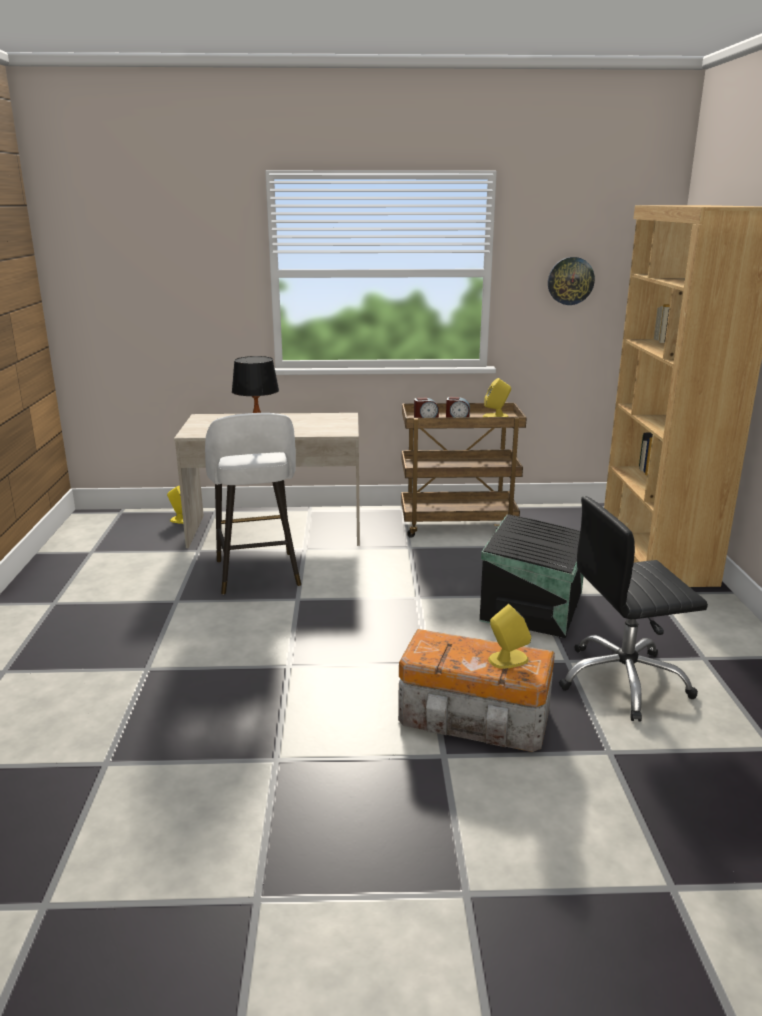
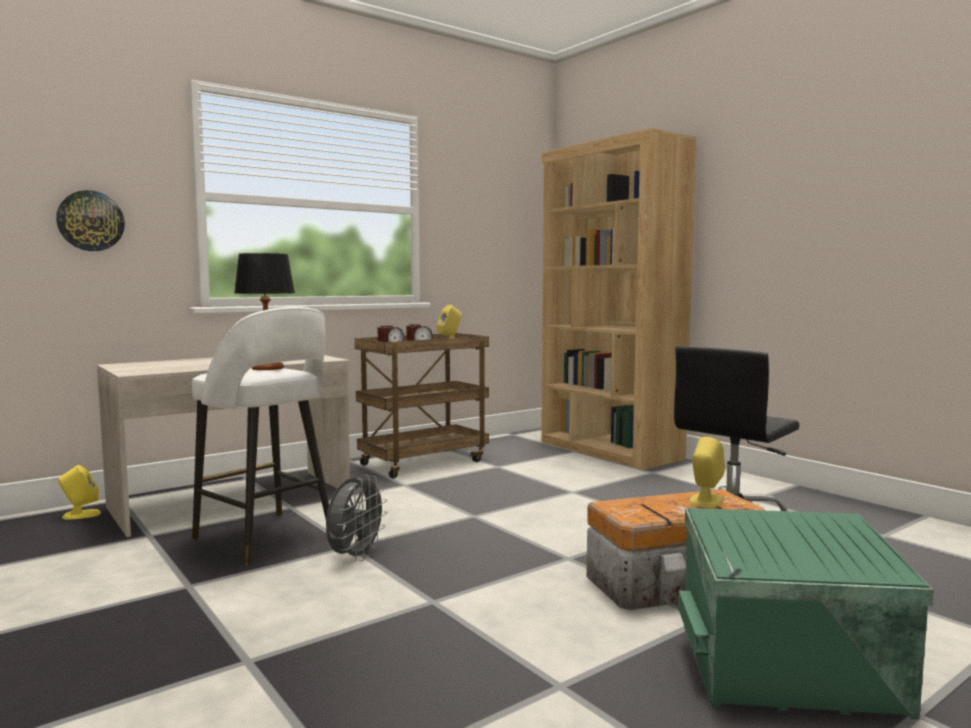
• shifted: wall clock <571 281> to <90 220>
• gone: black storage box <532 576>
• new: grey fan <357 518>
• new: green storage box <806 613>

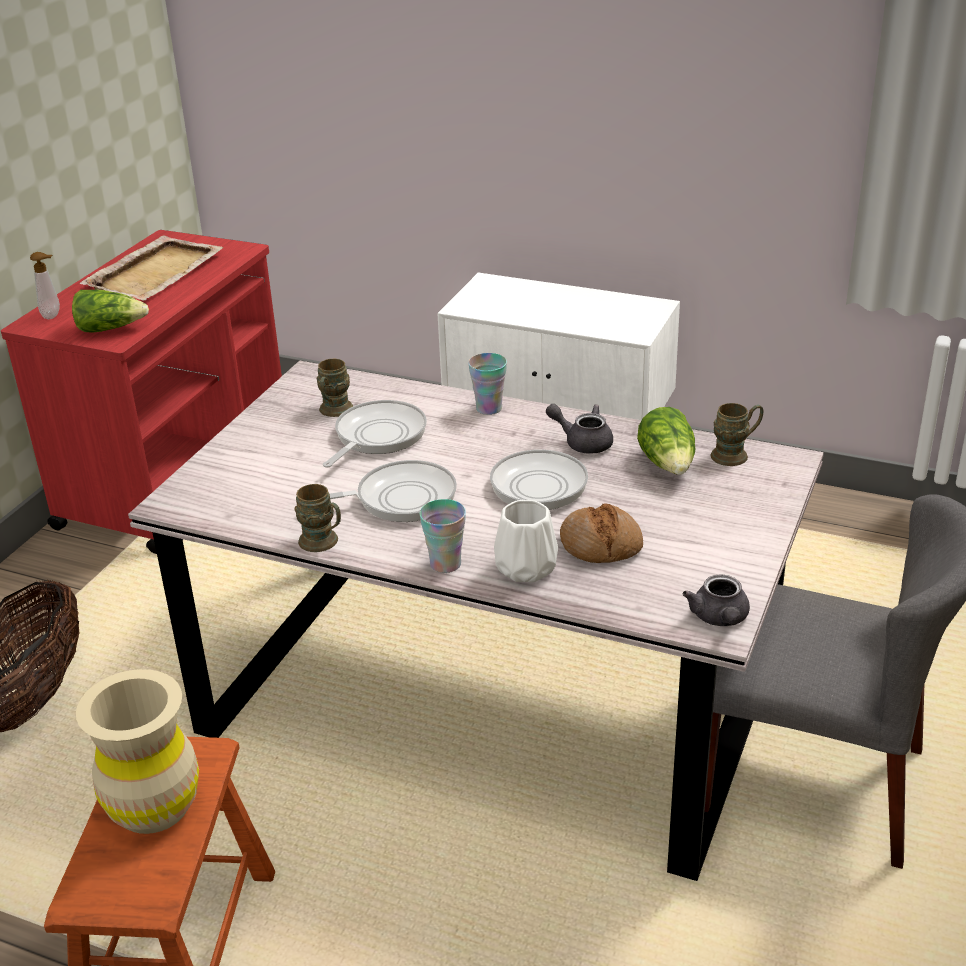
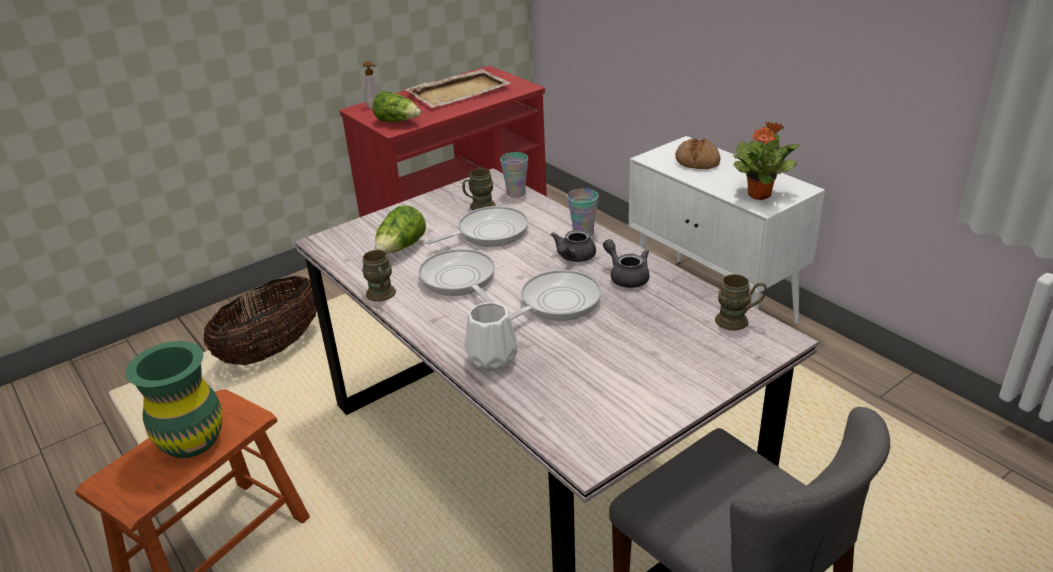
• shifted: lettuce <666 441> to <400 229>
• rotated: frying pan <393 491> = <456 276> 135 degrees counterclockwise
• shifted: cup <442 536> to <514 175>
• shifted: bread <601 533> to <698 153>
• shifted: grey teapot <716 600> to <573 246>
• repainted: beige vase <137 751> to green vase <173 399>
• new: potted plant <766 161>

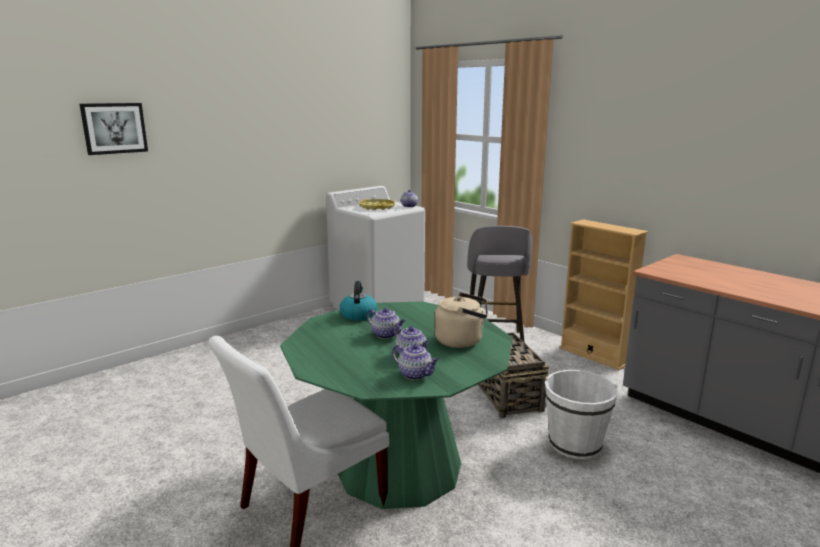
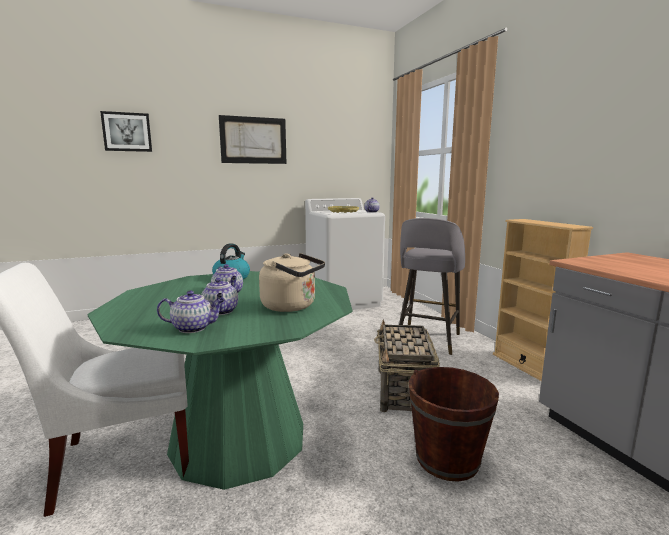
• rotated: teapot <415 362> = <191 312> 60 degrees counterclockwise
• repainted: white bucket <581 414> to brown bucket <454 424>
• new: picture <253 139>

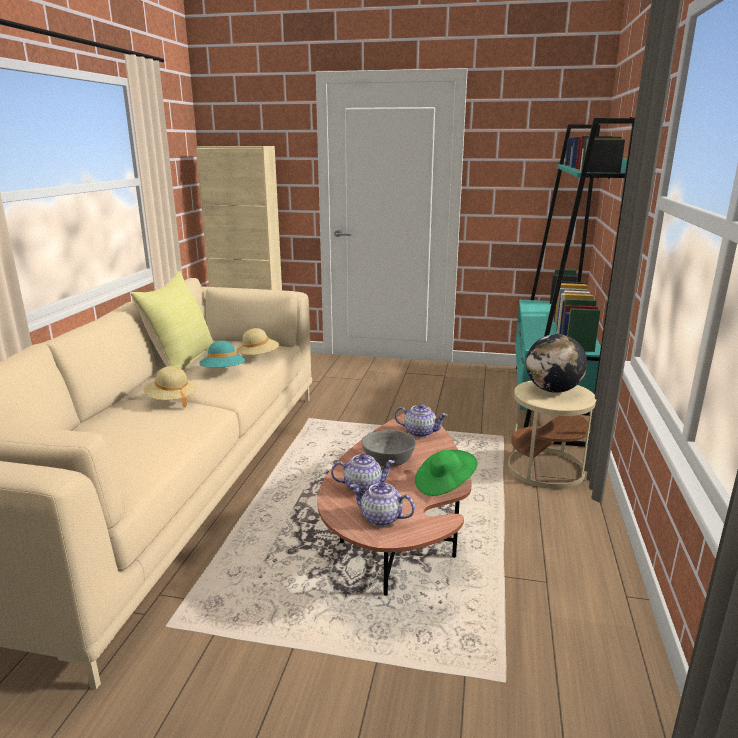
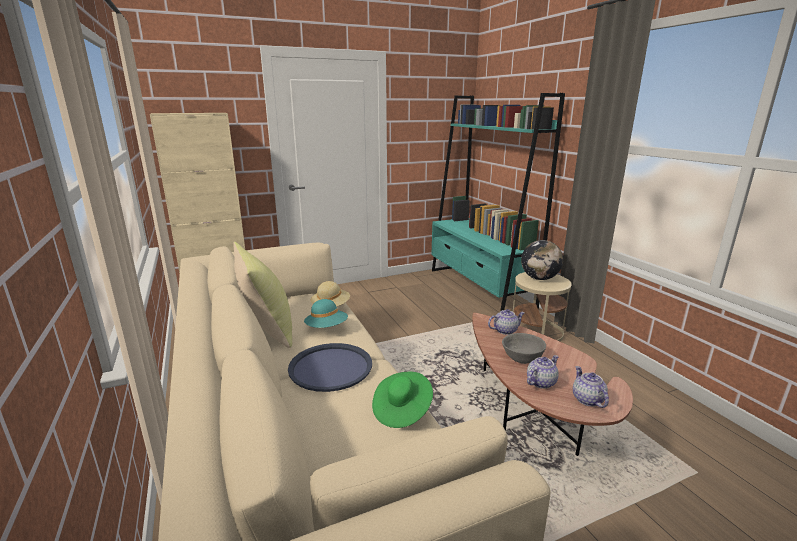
• swapped: beige hat <171 387> to blue tray <330 367>
• shifted: green hat <446 473> to <402 400>
• rotated: teapot <382 504> = <591 387> 90 degrees clockwise

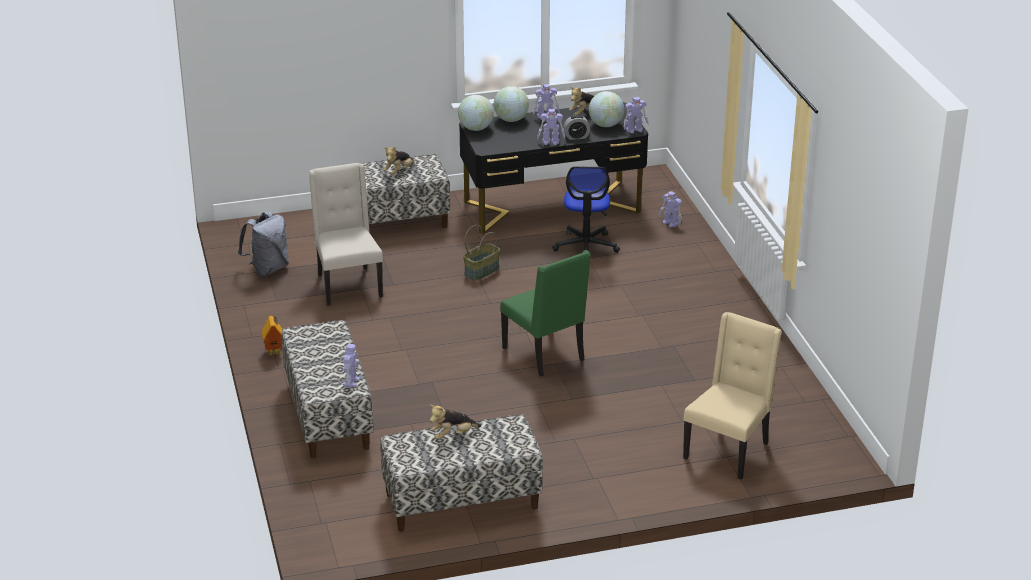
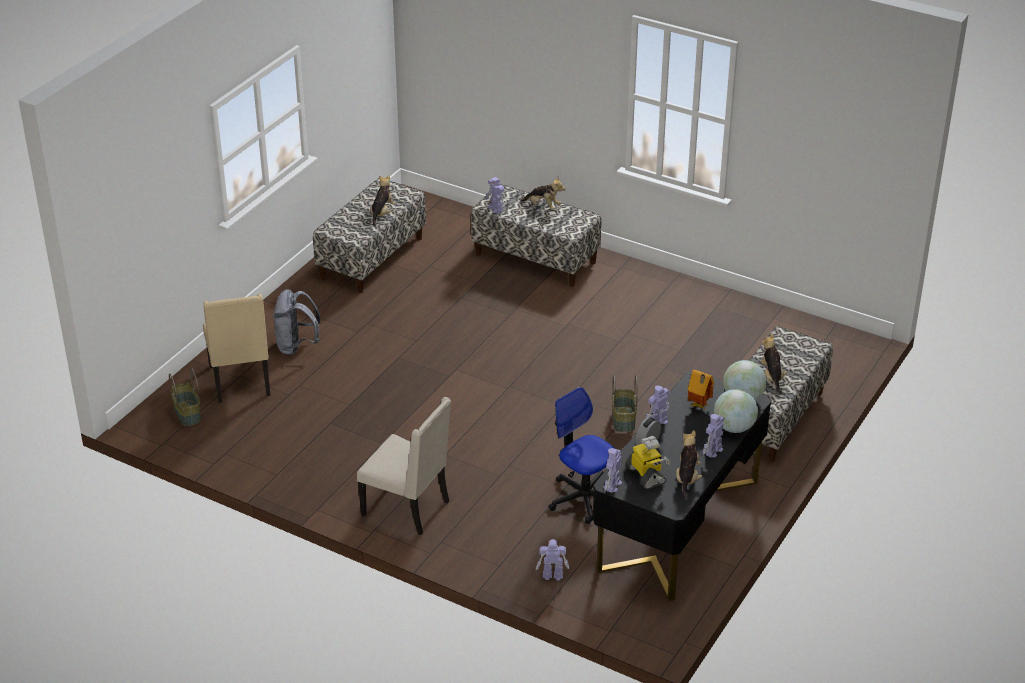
• swapped: globe <606 109> to toy robot <647 462>
• shifted: beige chair <346 234> to <404 466>
• shifted: grey backpack <263 244> to <297 322>
• gone: green chair <545 313>
• shifted: toy house <272 336> to <701 389>
• new: plush toy <542 193>
• new: basket <185 397>

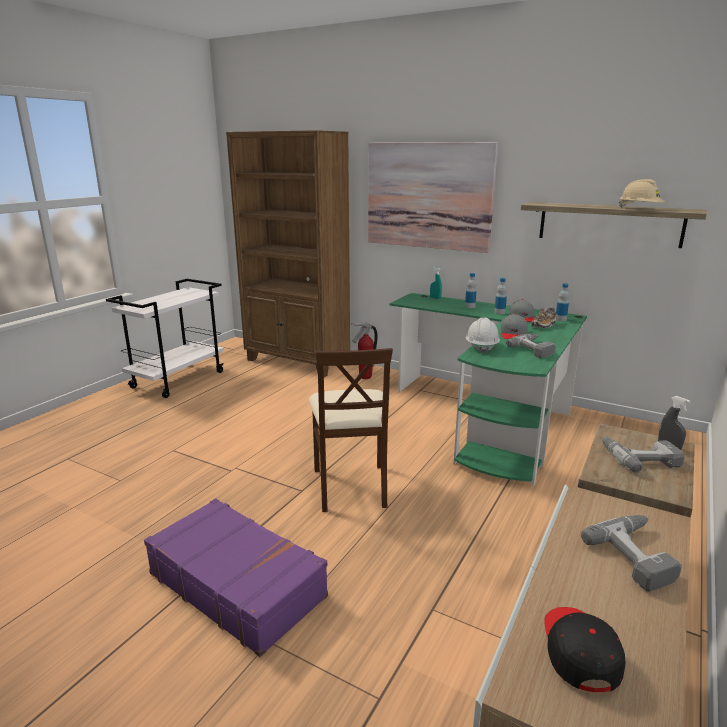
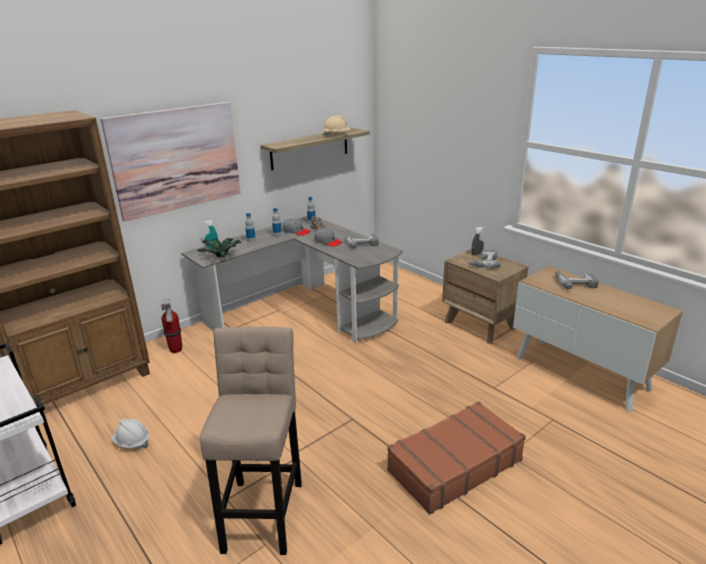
• repainted: green desk <488 389> to grey desk <292 279>
• shifted: white hard hat <483 335> to <130 434>
• gone: beige chair <351 430>
• repainted: purple suitcase <236 578> to brown suitcase <456 458>
• gone: black cap <584 649>
• new: potted plant <220 248>
• new: beige stool <251 441>

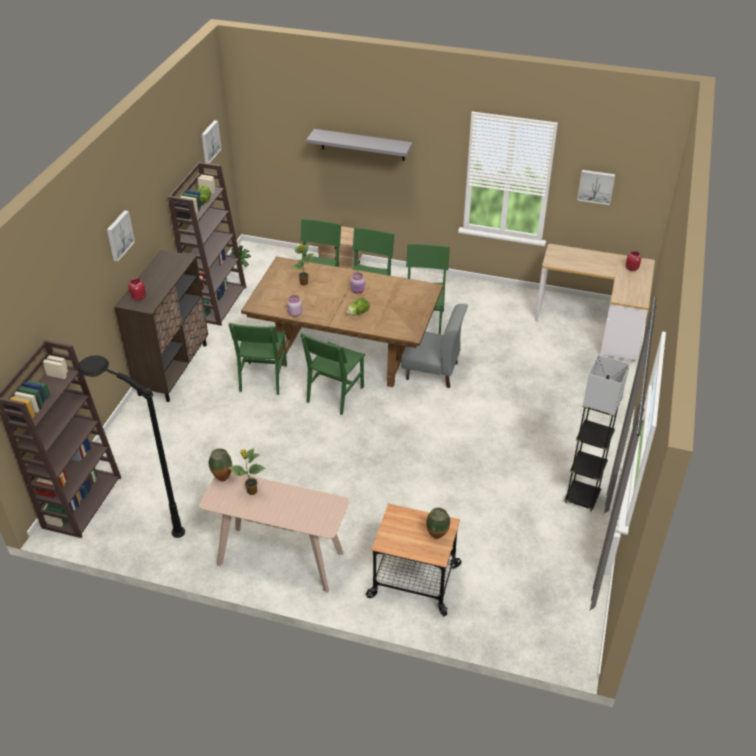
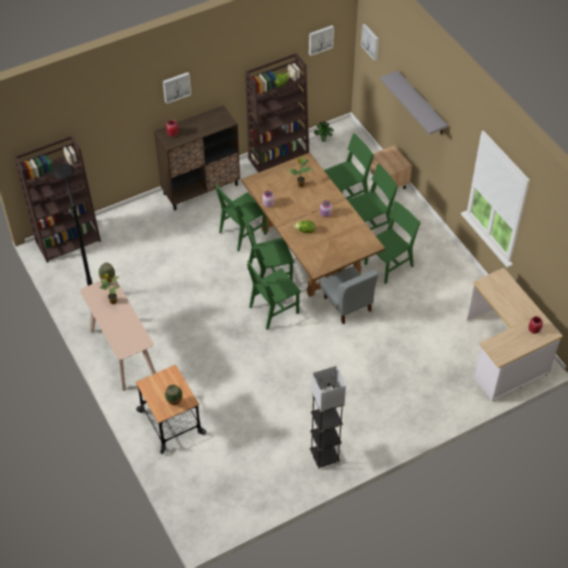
• shifted: picture <596 187> to <370 42>
• new: green chair <274 295>

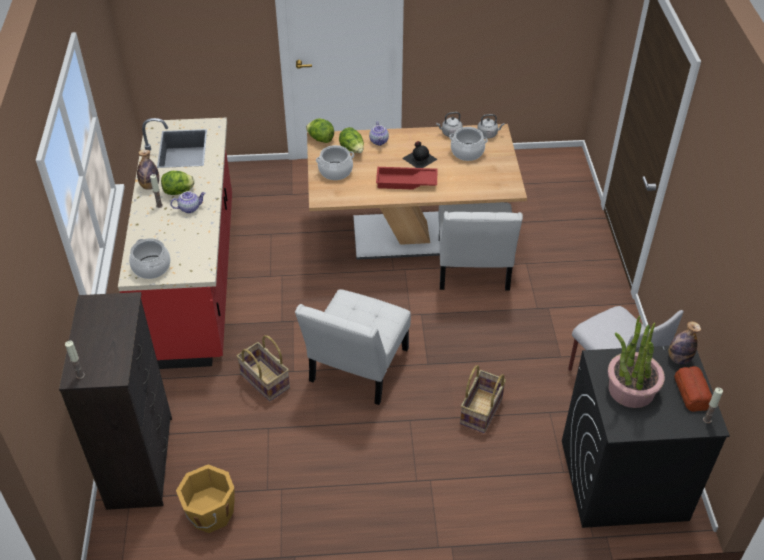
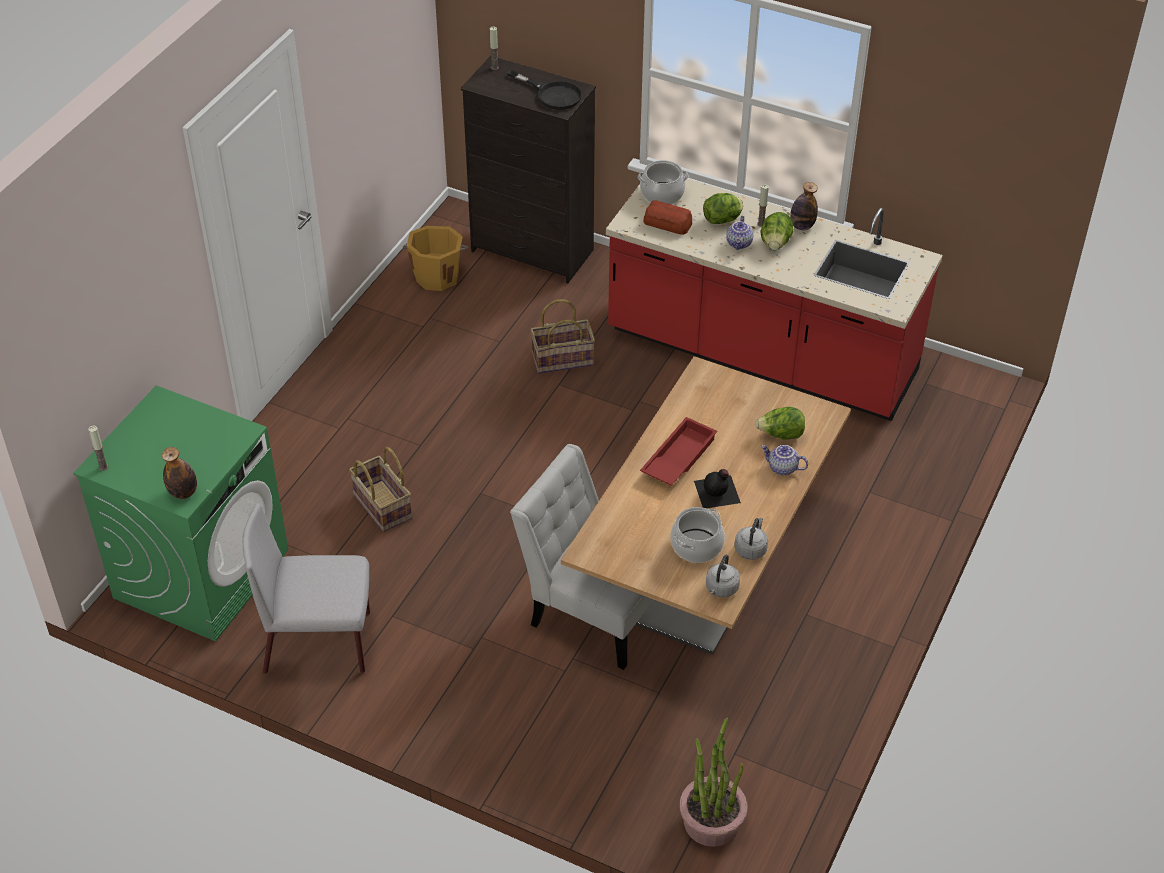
• shifted: lettuce <320 130> to <723 208>
• gone: cooking pot <335 162>
• gone: white chair <353 347>
• shifted: potted plant <636 362> to <713 782>
• repainted: black washing machine <646 437> to green washing machine <181 513>
• shifted: bread <693 389> to <667 217>
• new: black frying pan <544 90>

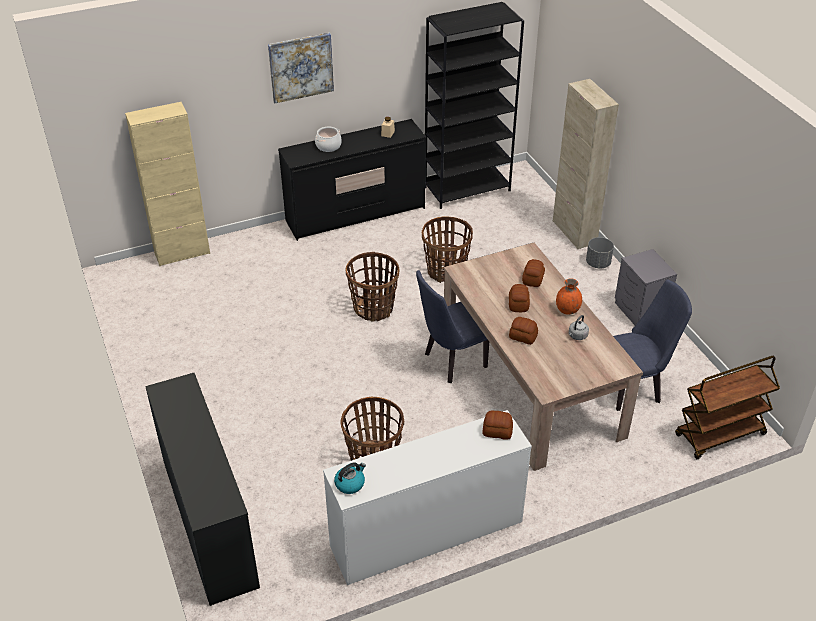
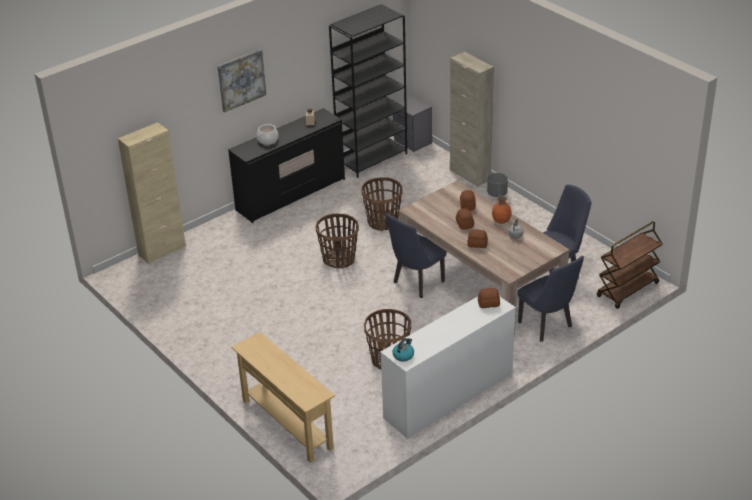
• shifted: grey nightstand <646 287> to <412 124>
• swapped: black dresser <202 489> to beige console table <283 397>
• new: blue chair <550 299>

